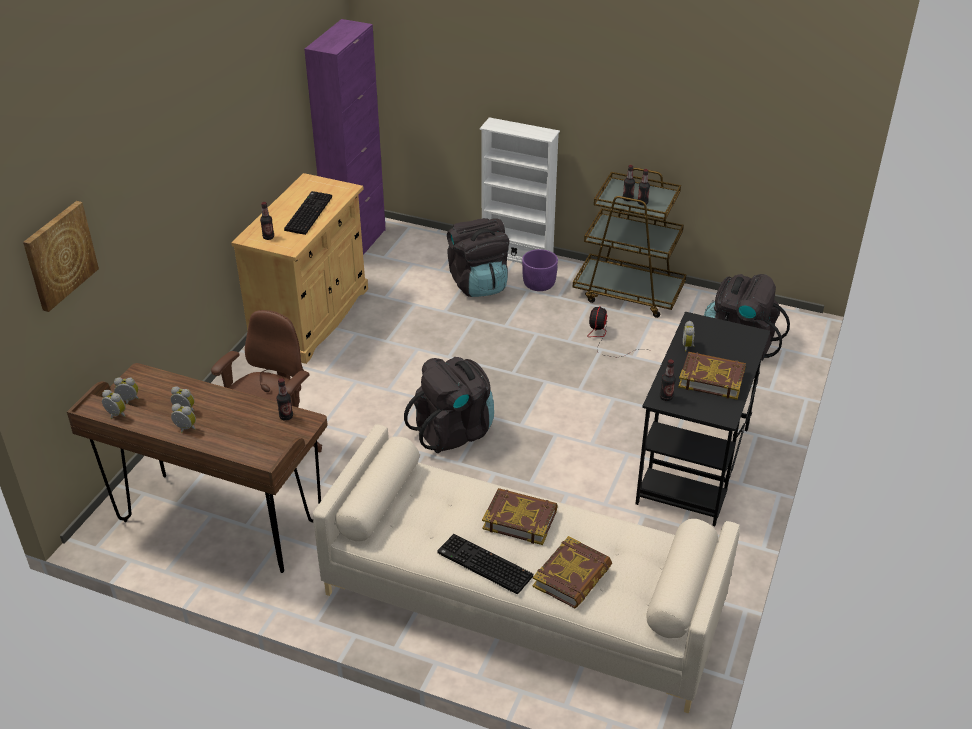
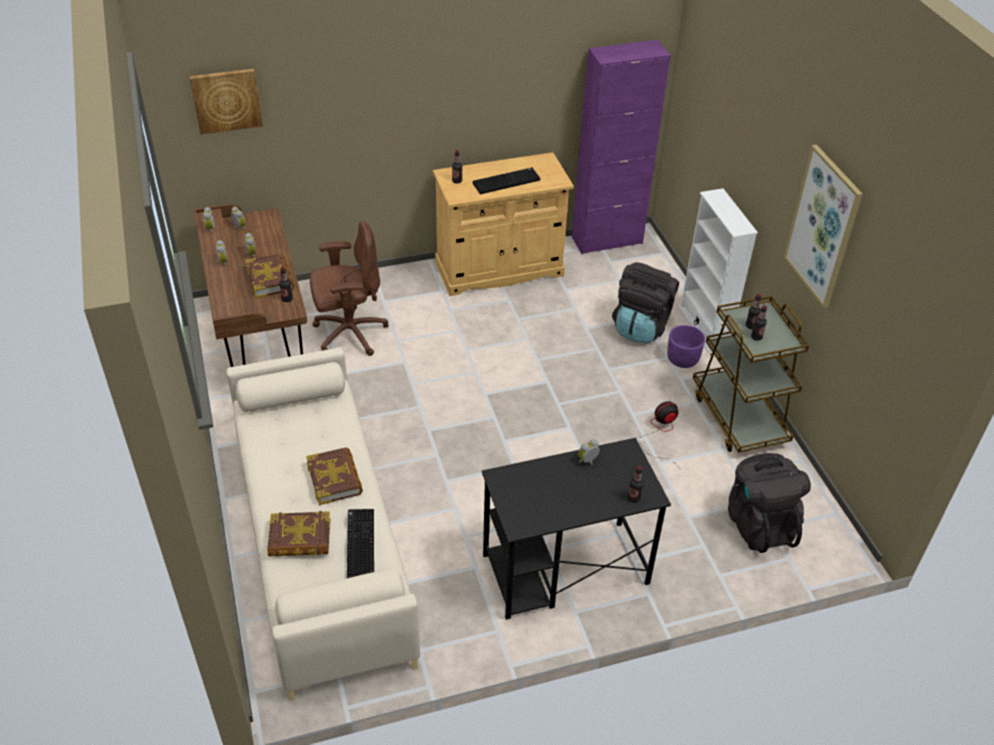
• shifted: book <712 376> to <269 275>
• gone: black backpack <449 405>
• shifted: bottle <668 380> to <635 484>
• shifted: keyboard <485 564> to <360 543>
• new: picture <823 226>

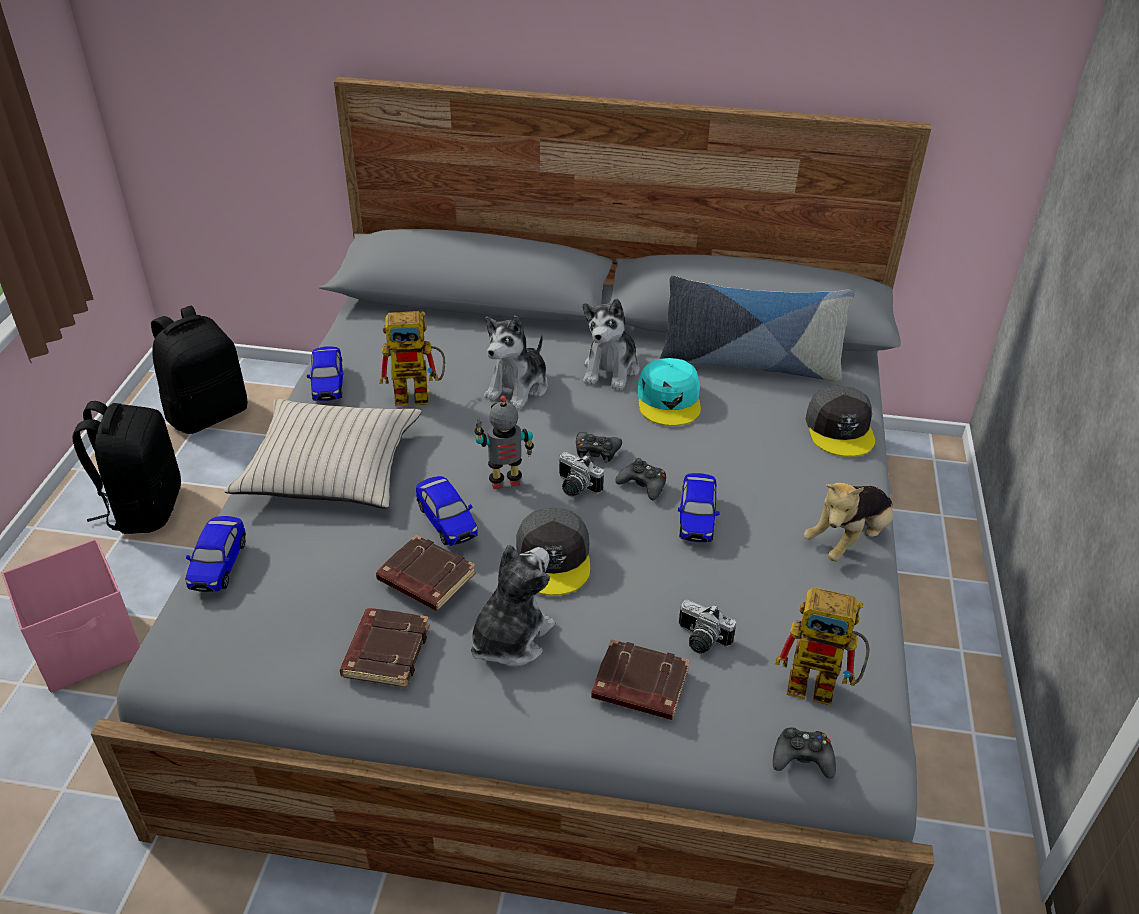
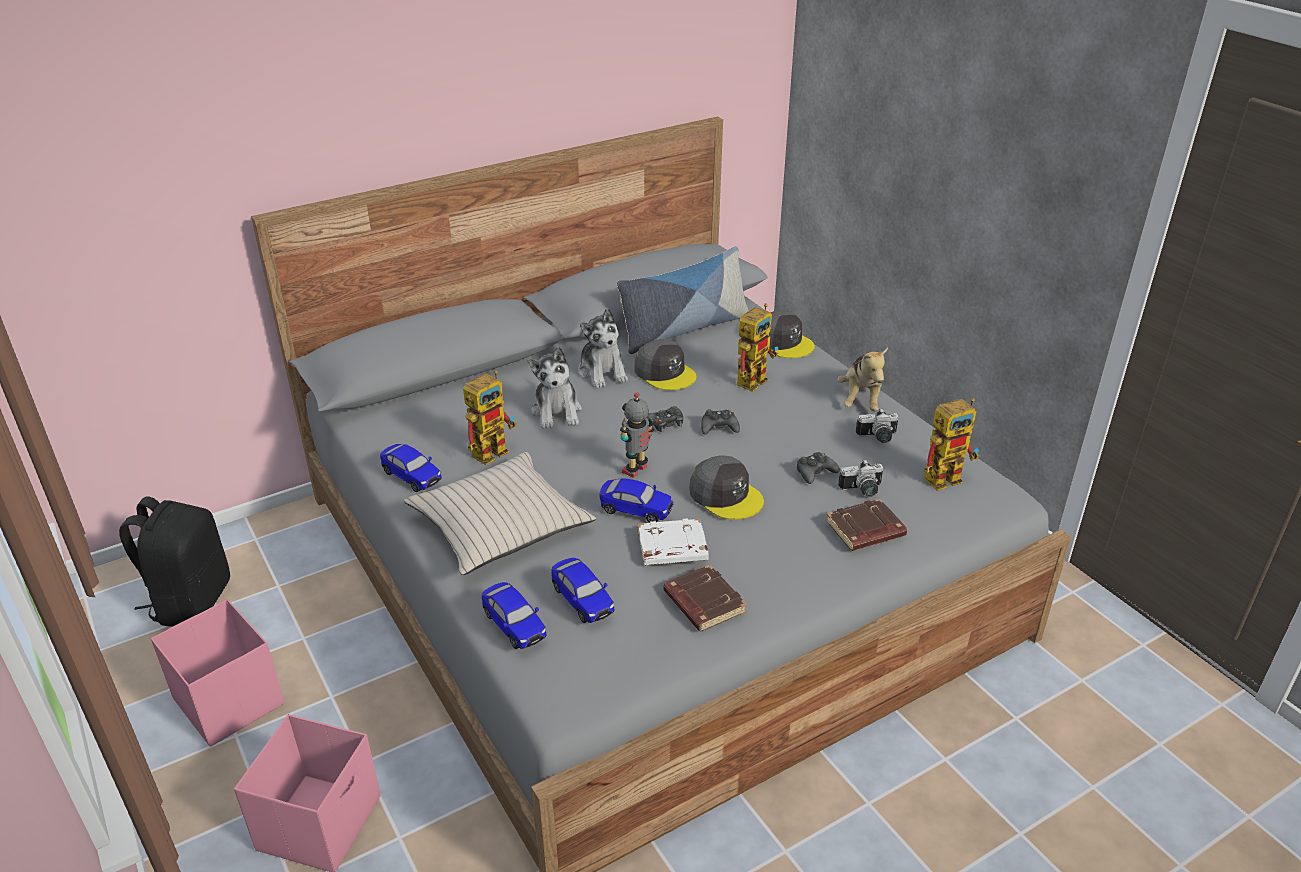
• repainted: turquoise cap <669 392> to grey cap <665 364>
• swapped: black backpack <127 467> to pink storage box <217 673>
• shifted: photo camera <581 474> to <877 425>
• shifted: toy car <698 507> to <582 590>
• repainted: brown book <426 573> to white book <673 541>
• gone: plush toy <513 605>
• shifted: black game controller <804 753> to <818 468>
• new: toy robot <757 348>

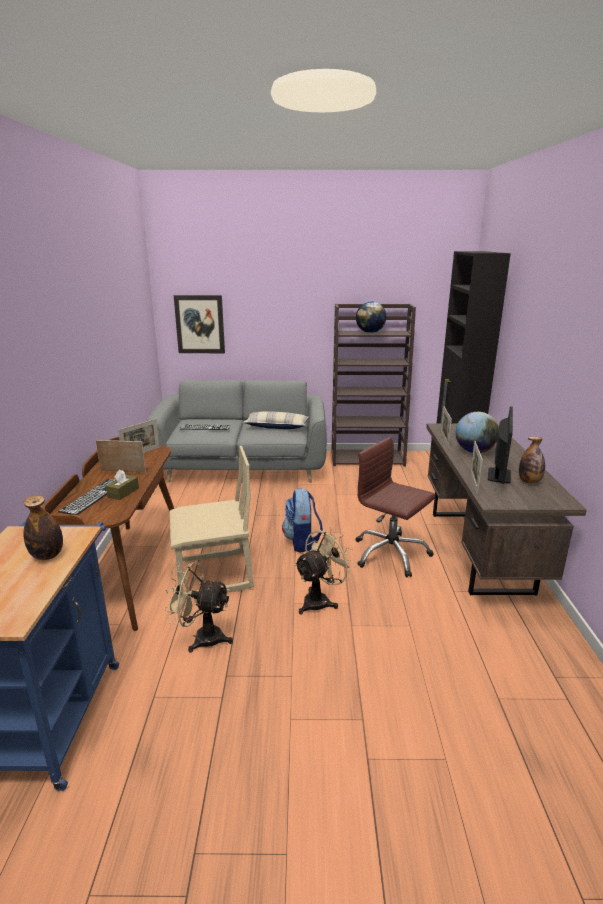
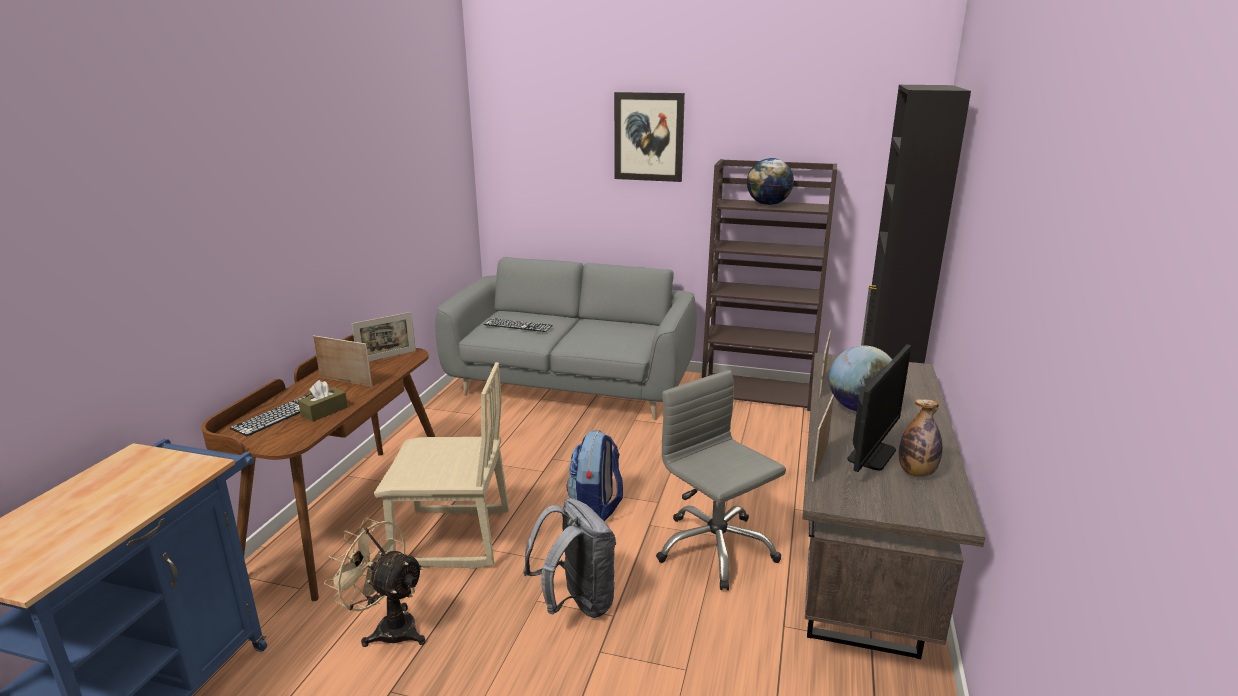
• shifted: picture <199 324> to <649 137>
• gone: pillow <276 420>
• repainted: brown office chair <395 507> to grey office chair <721 480>
• gone: bottle <43 527>
• swapped: beige fan <324 571> to grey backpack <569 558>

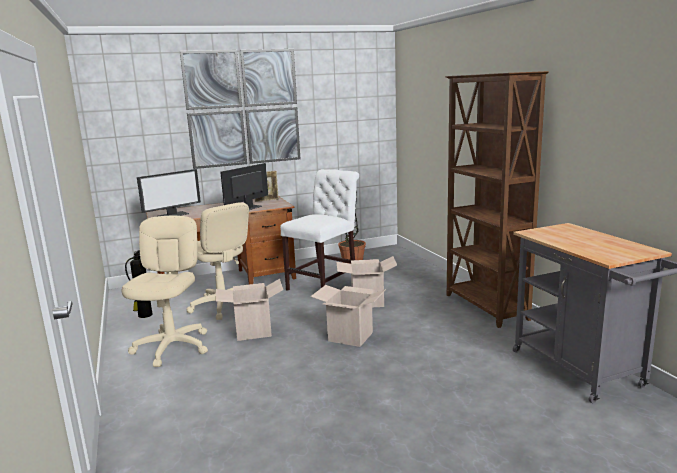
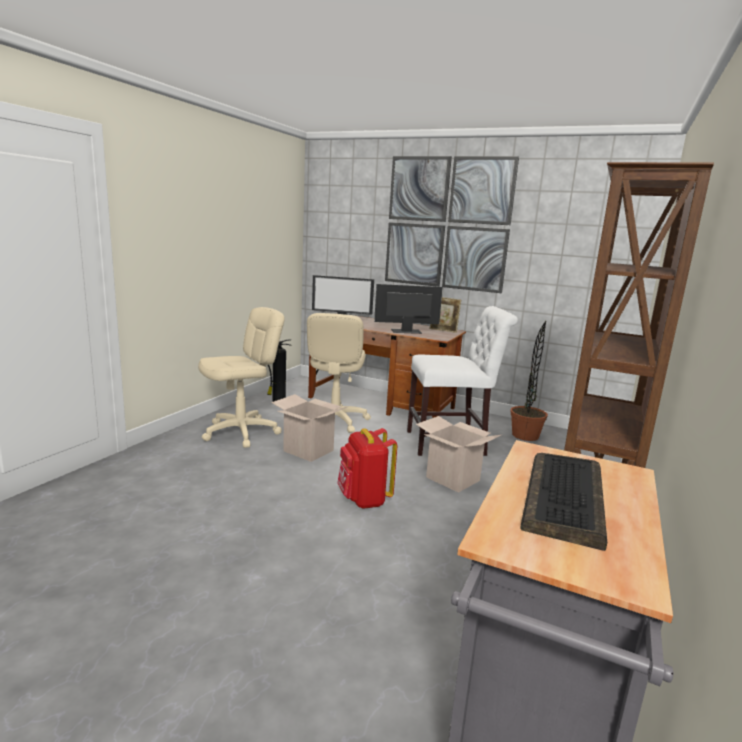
• swapped: cardboard box <348 316> to red backpack <367 468>
• new: keyboard <563 502>

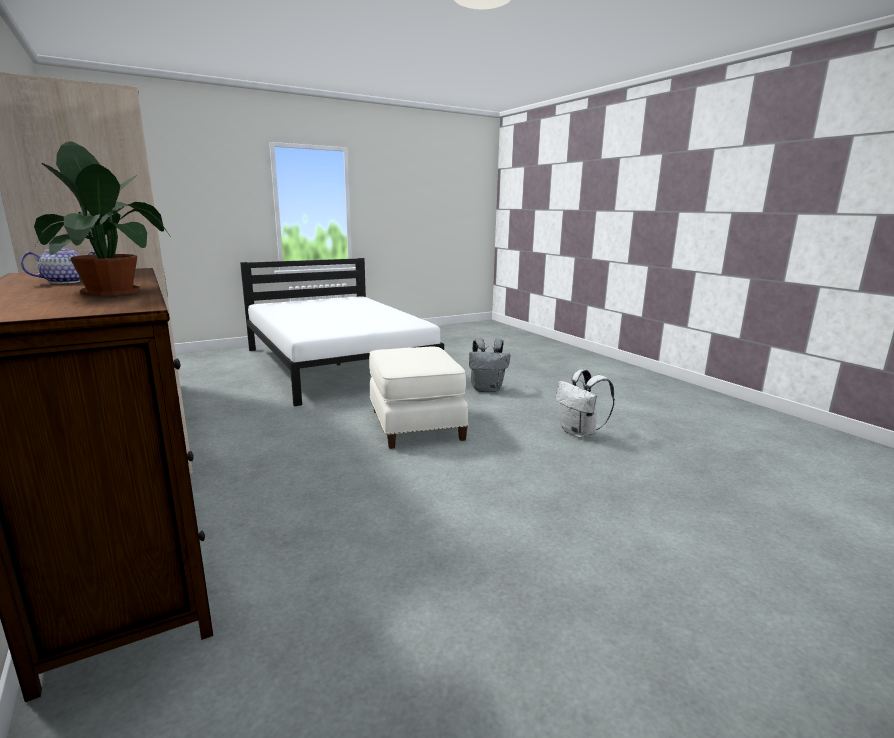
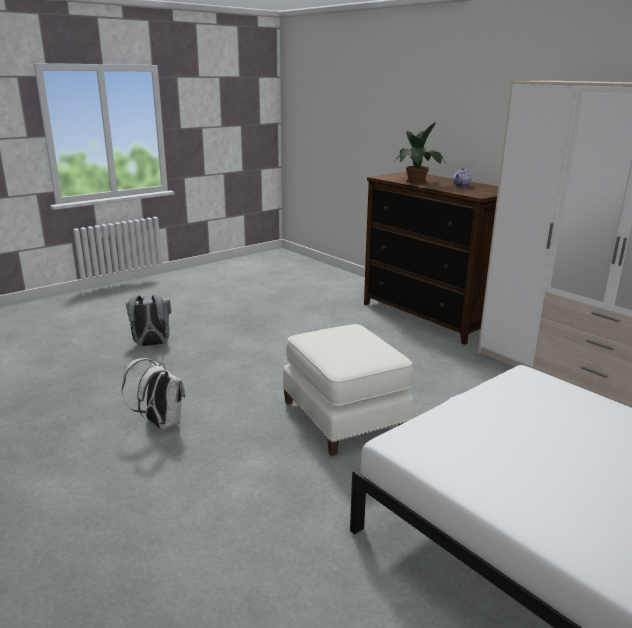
• shifted: grey backpack <489 365> to <148 320>

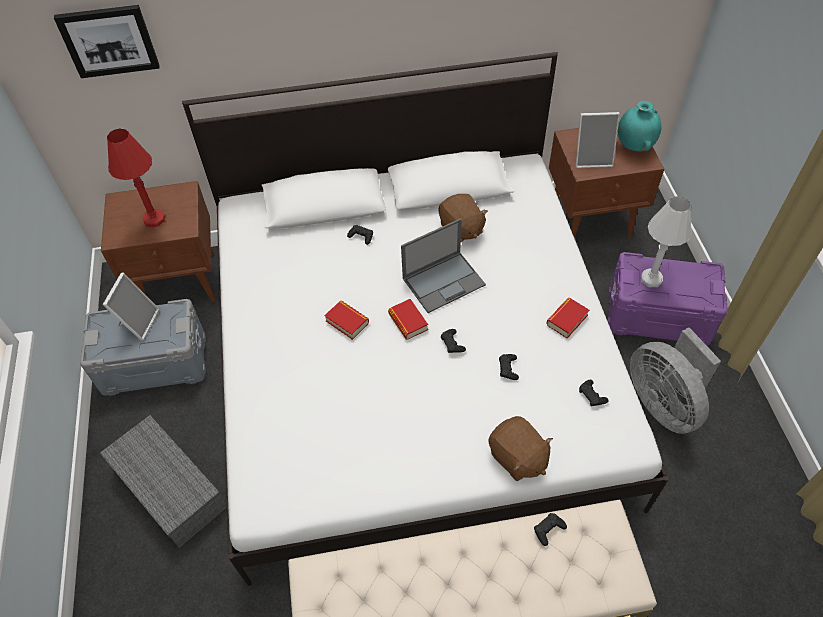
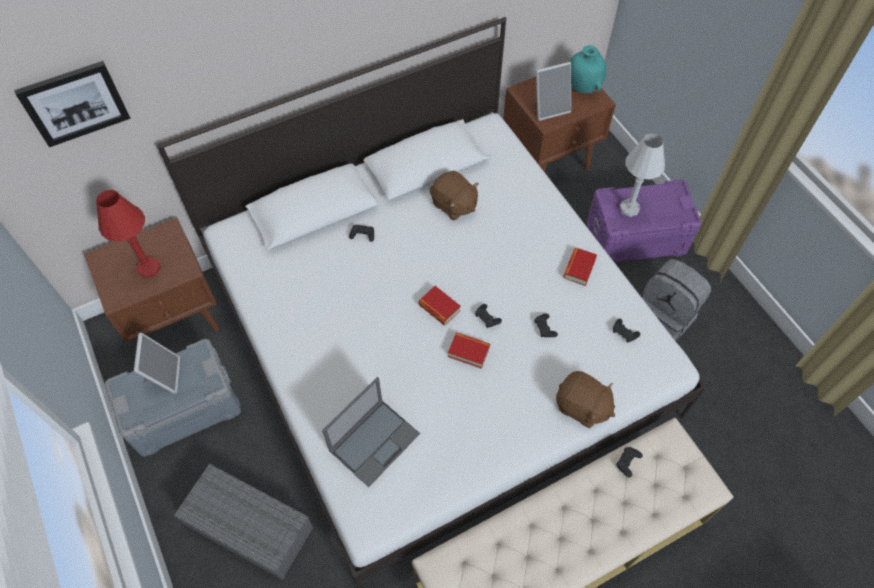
• shifted: laptop <443 265> to <371 432>
• shifted: book <346 320> to <469 350>
• swapped: grey fan <675 380> to grey backpack <676 300>

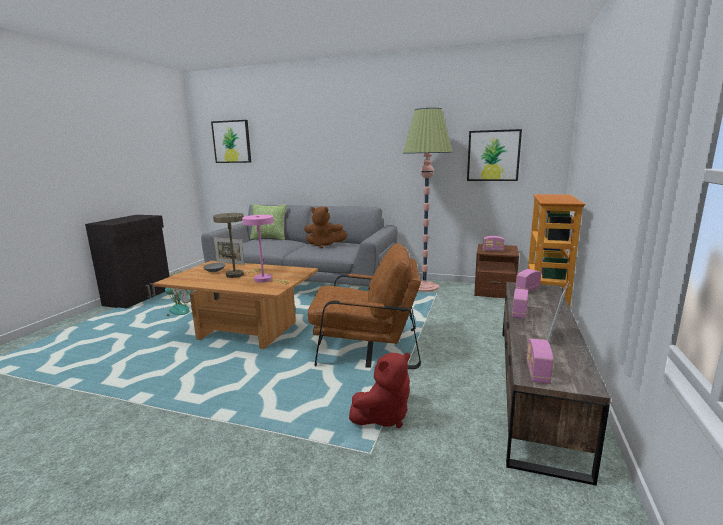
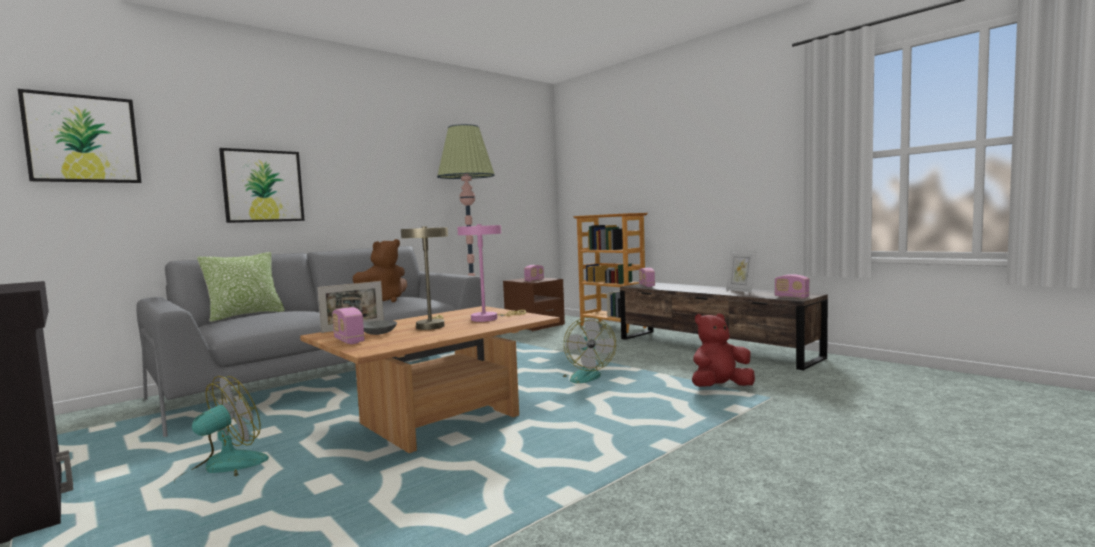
• shifted: picture <494 155> to <262 185>
• swapped: brown armchair <364 306> to fan <589 350>
• shifted: radio <520 303> to <348 325>
• rotated: red plush toy <379 390> = <723 350> 105 degrees counterclockwise

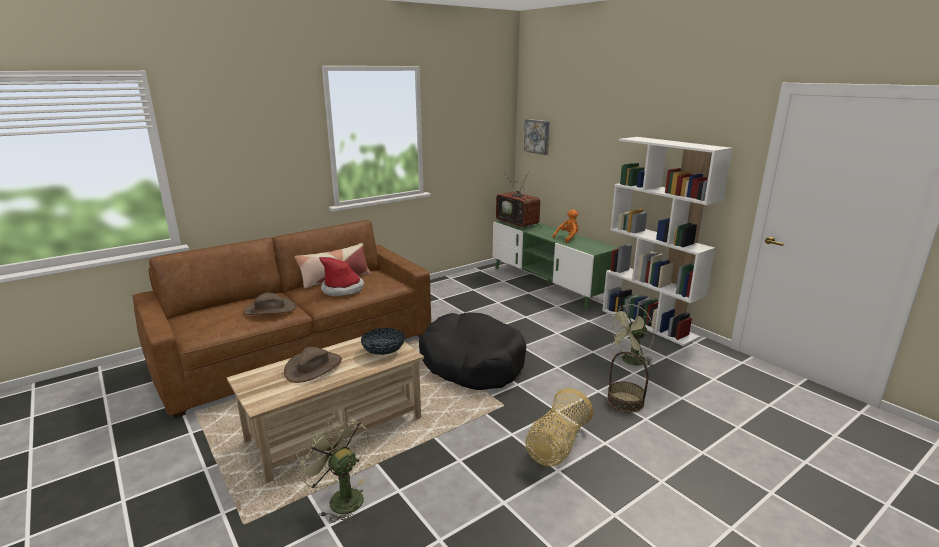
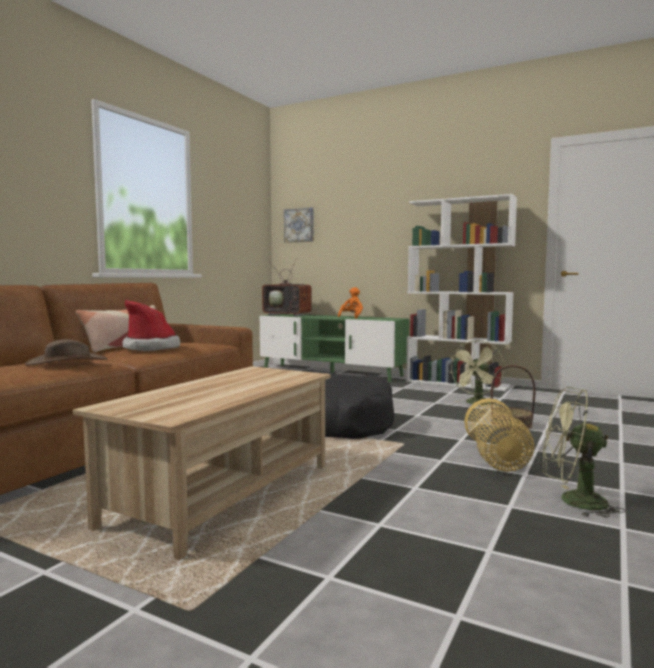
• gone: bowl <383 341>
• gone: brown hat <313 365>
• shifted: green fan <332 468> to <584 452>

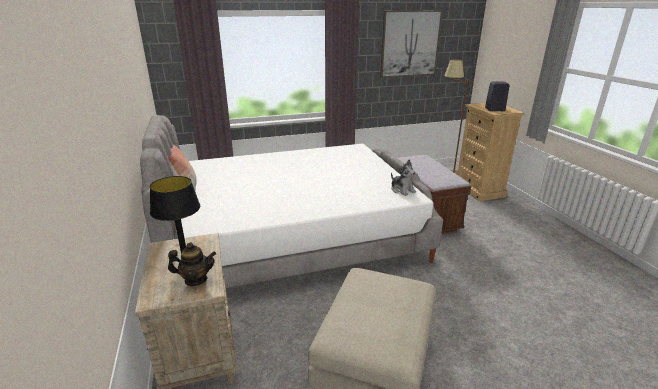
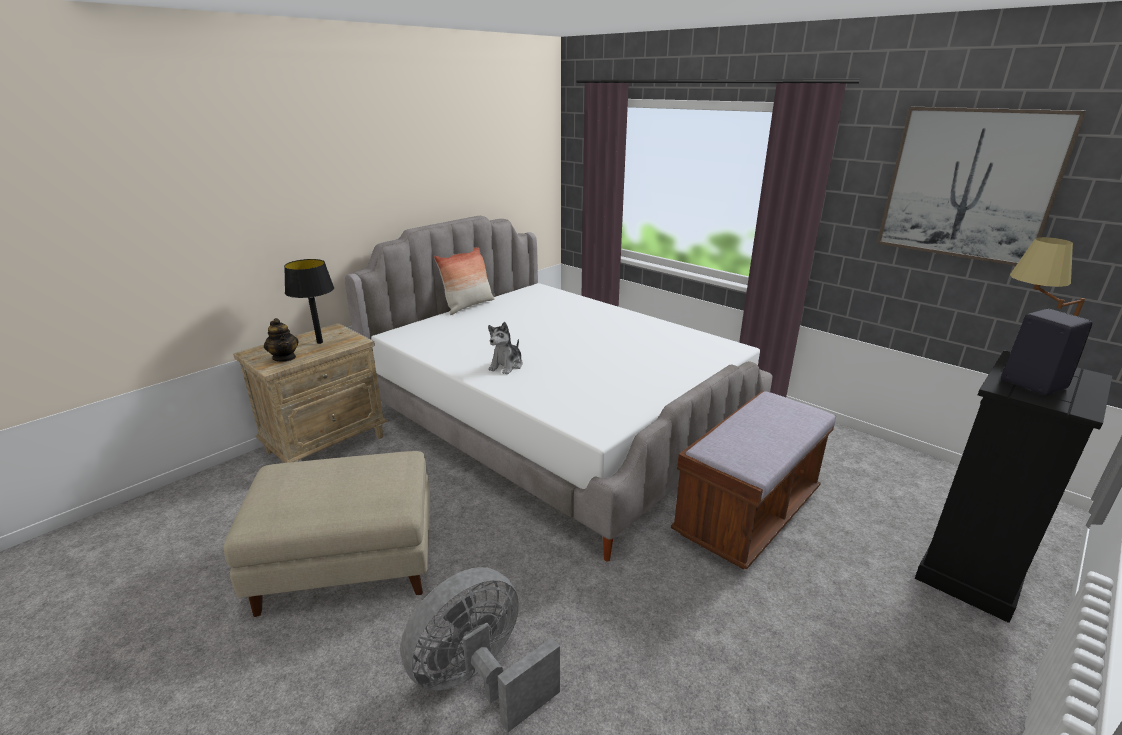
• repainted: beige dresser <491 152> to black dresser <1013 486>
• shifted: plush toy <403 178> to <505 348>
• new: grey fan <480 649>

